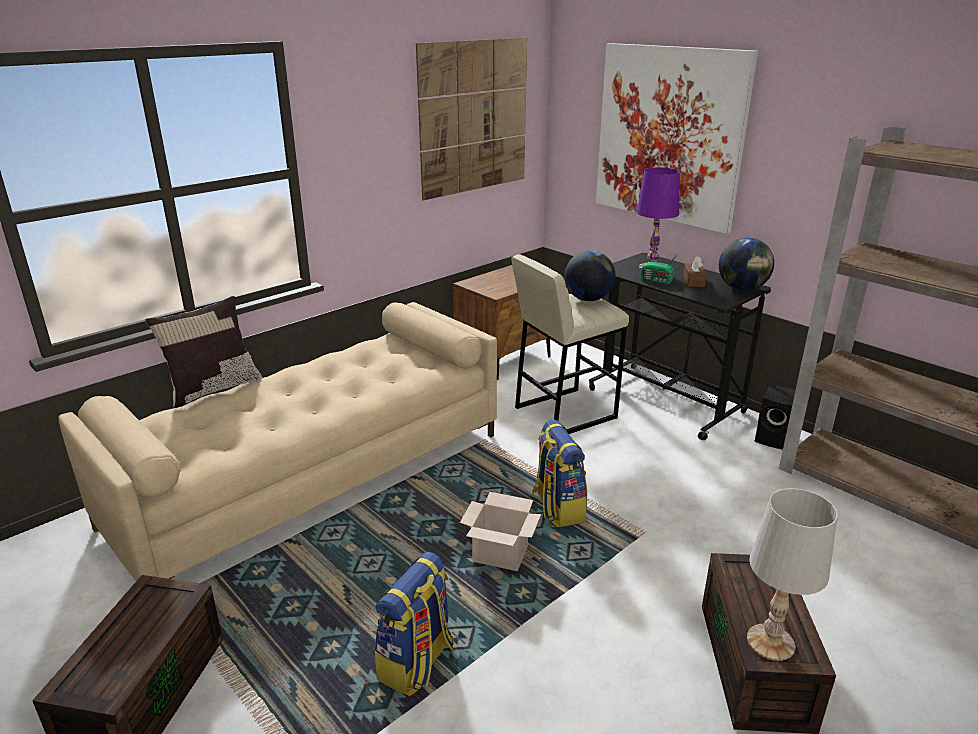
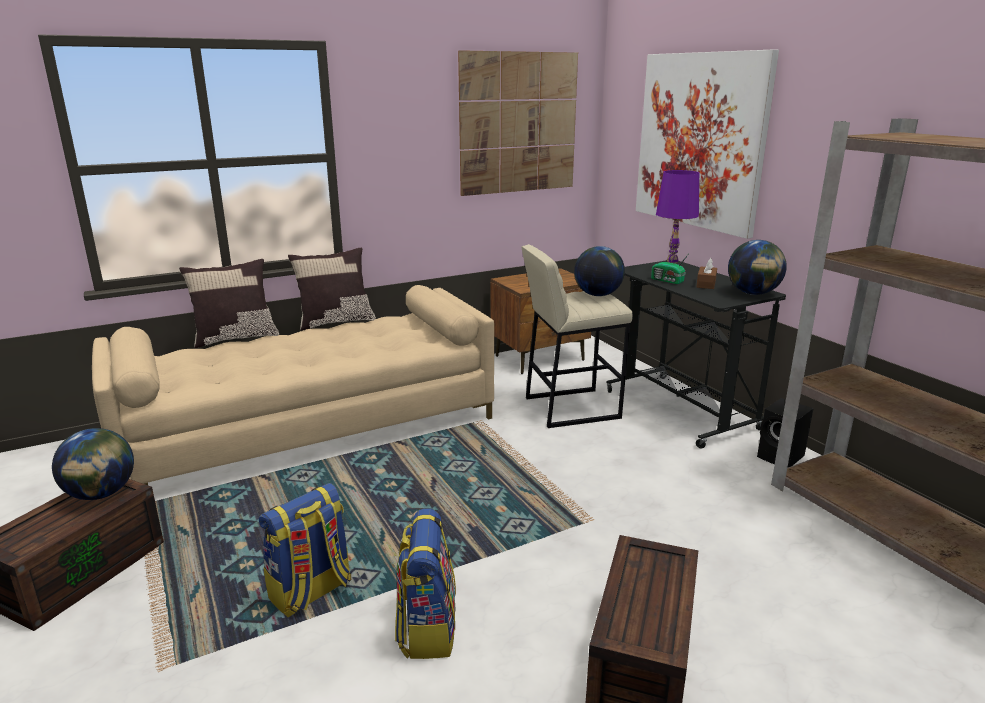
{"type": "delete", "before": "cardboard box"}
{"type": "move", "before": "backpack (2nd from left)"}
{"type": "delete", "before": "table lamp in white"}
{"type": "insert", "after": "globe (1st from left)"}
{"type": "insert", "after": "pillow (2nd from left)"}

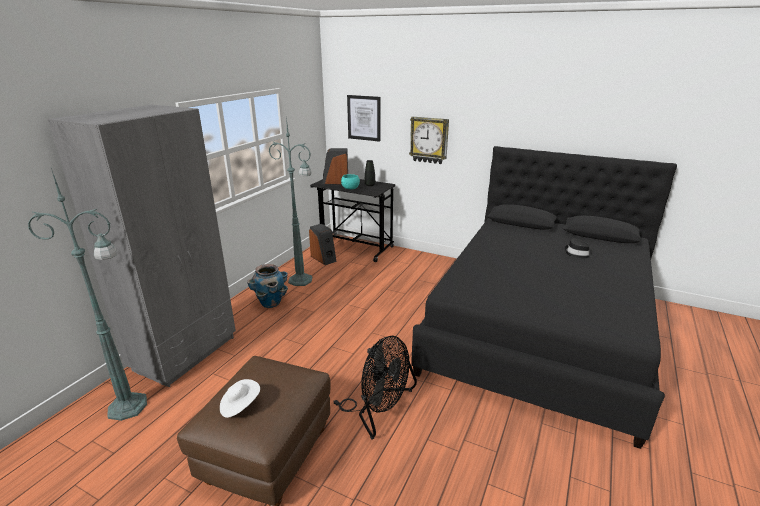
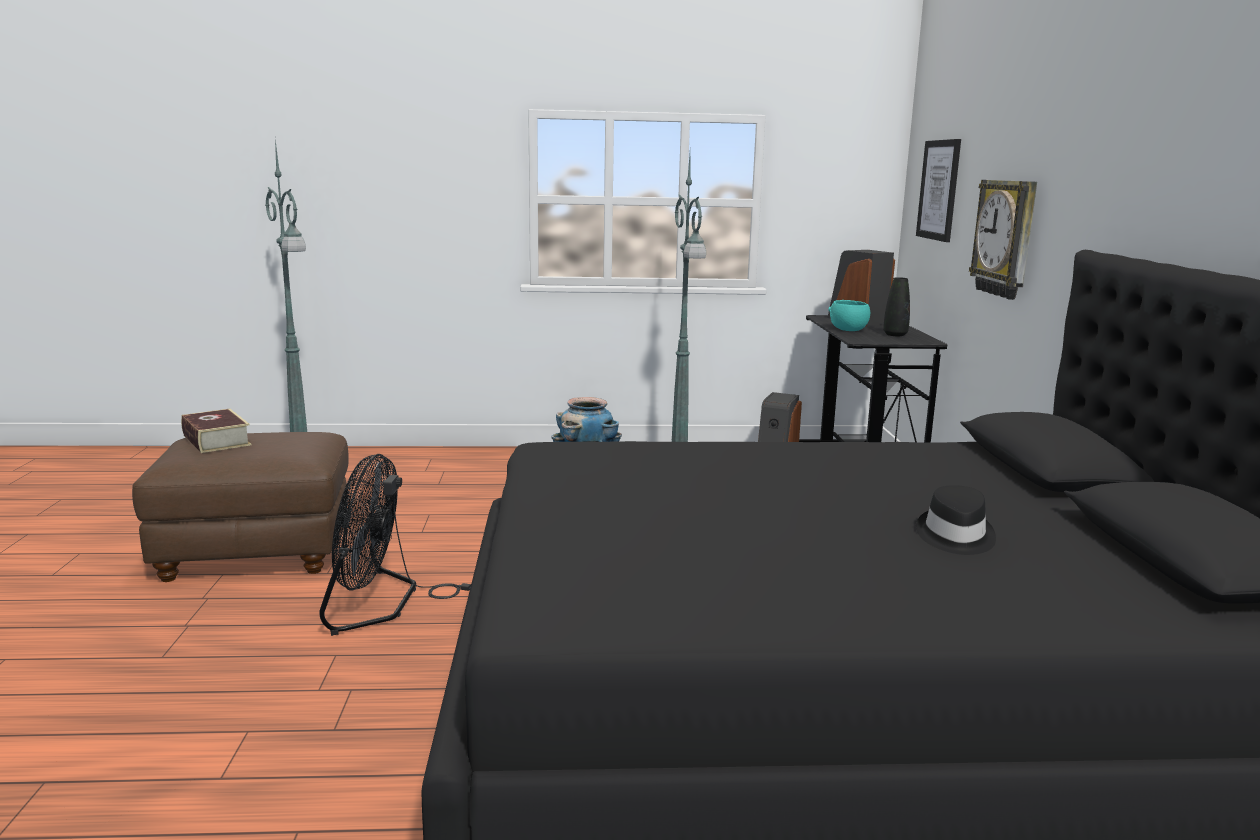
{"type": "delete", "before": "wardrobe in grey"}
{"type": "replace", "before": "hat in white", "after": "book"}
{"type": "rotate", "before": "fan in black", "turn": 90}

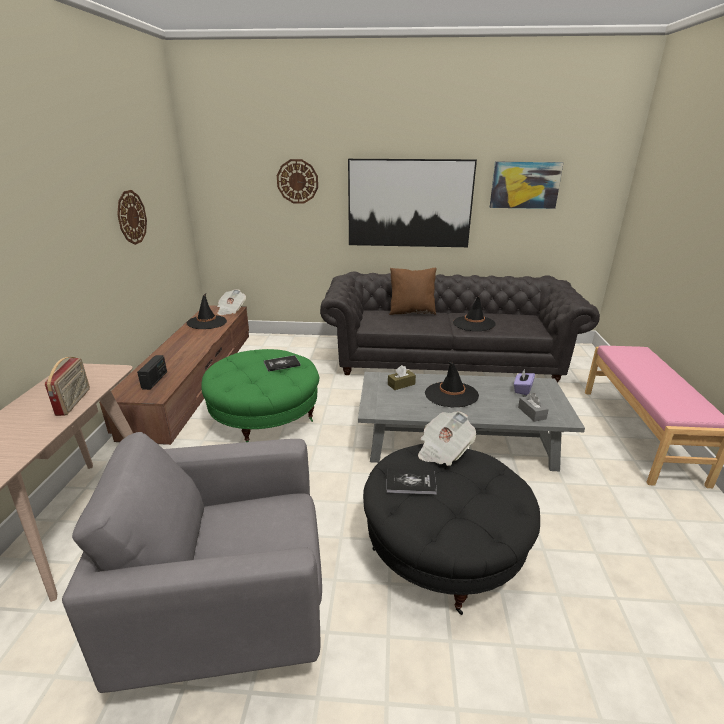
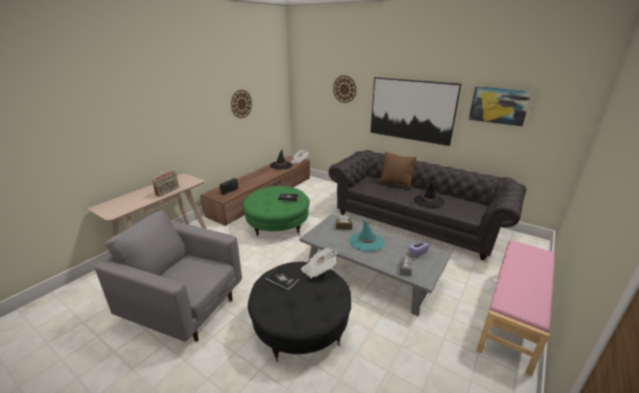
{"type": "recolor", "before": "hat in black (2nd from left)", "after": "hat in turquoise"}

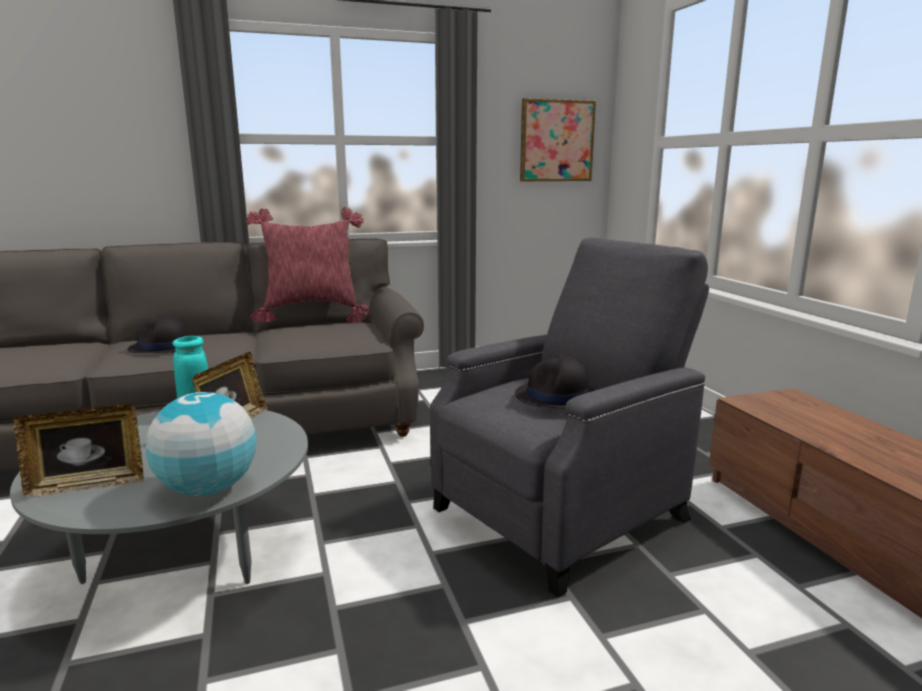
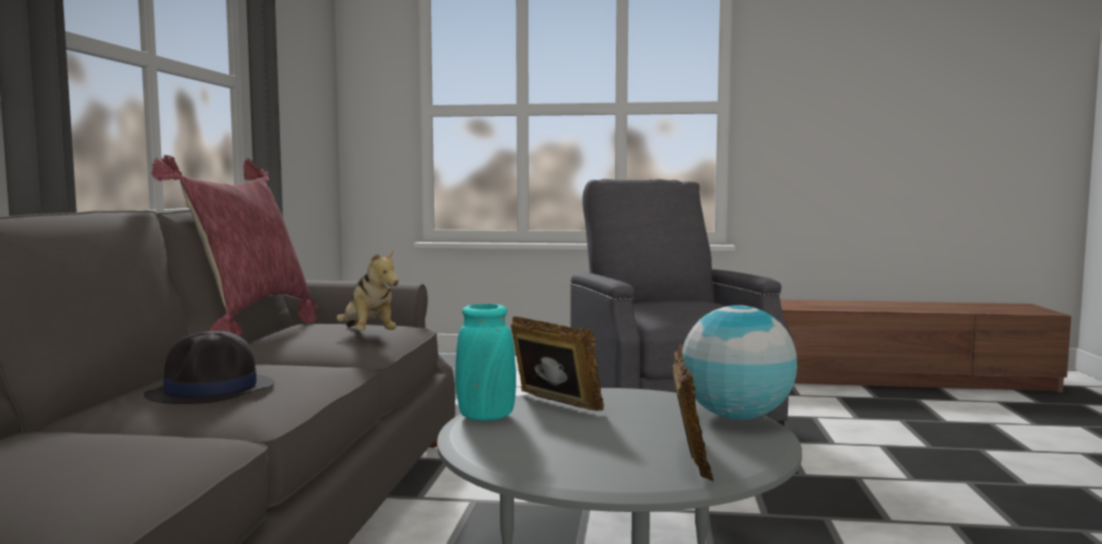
{"type": "delete", "before": "hat in black (2nd from left)"}
{"type": "delete", "before": "picture"}
{"type": "insert", "after": "plush toy"}

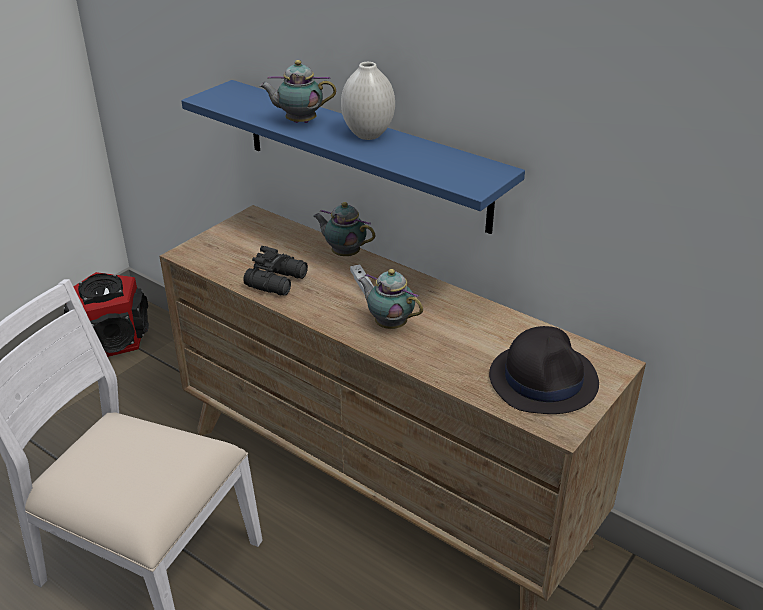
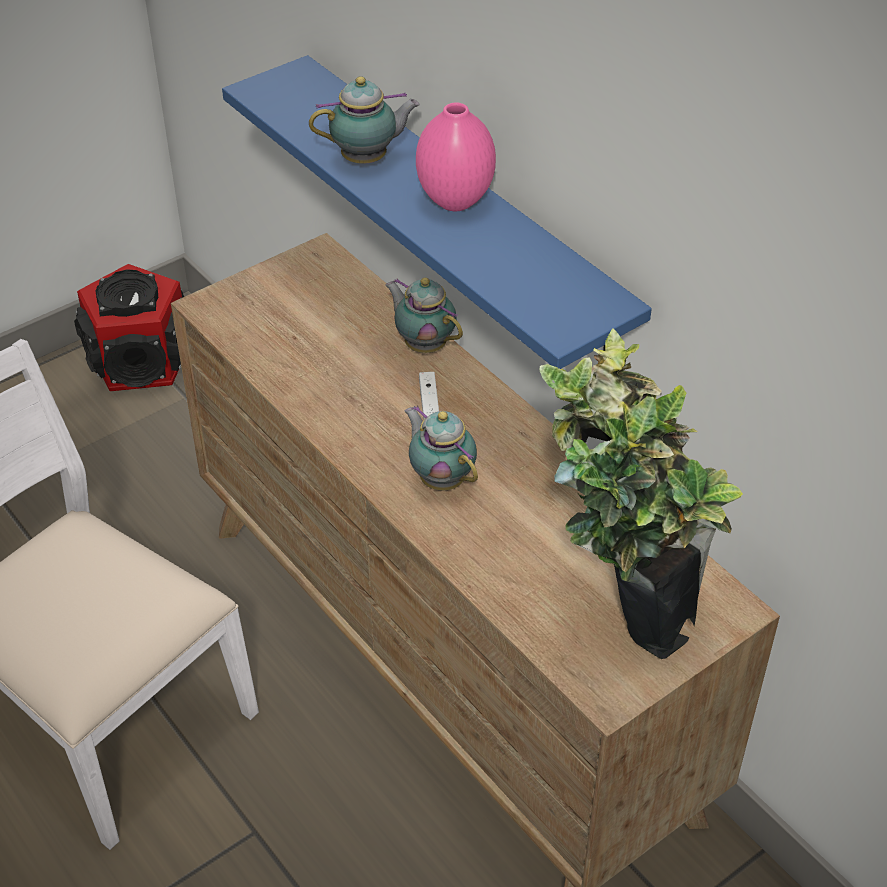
{"type": "delete", "before": "binoculars in black"}
{"type": "rotate", "before": "teapot (1st from left)", "turn": 150}
{"type": "recolor", "before": "vase in white", "after": "vase in pink"}
{"type": "replace", "before": "hat in black", "after": "potted plant"}

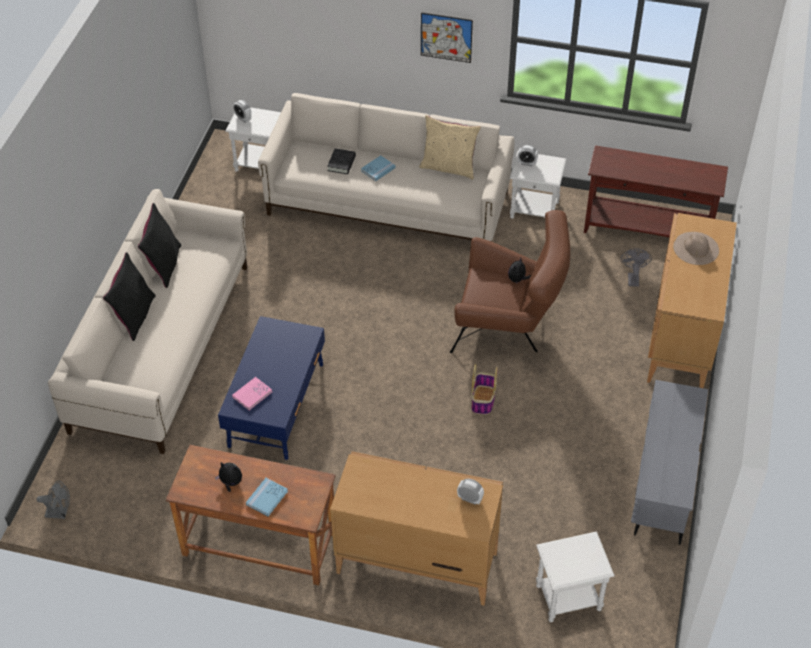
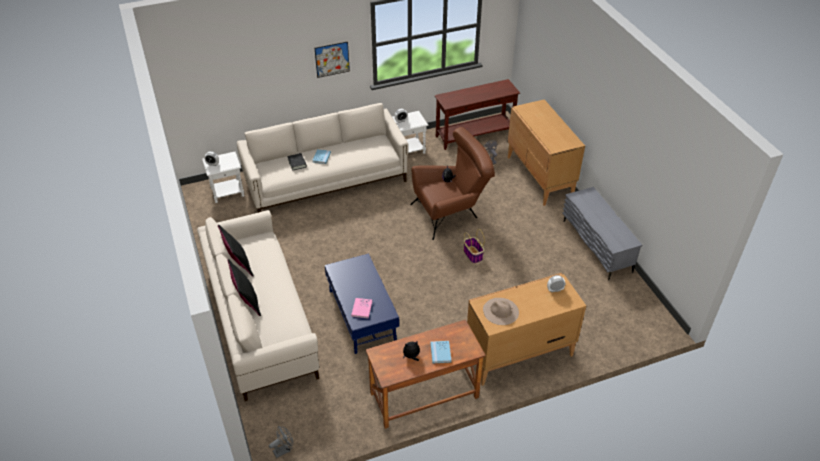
{"type": "delete", "before": "pillow in beige"}
{"type": "delete", "before": "side table in white (3rd from left)"}
{"type": "move", "before": "hat in beige"}

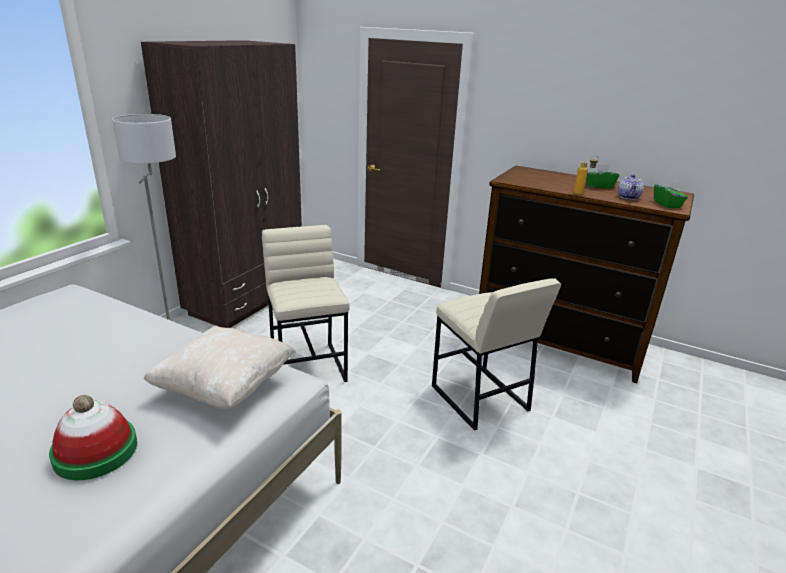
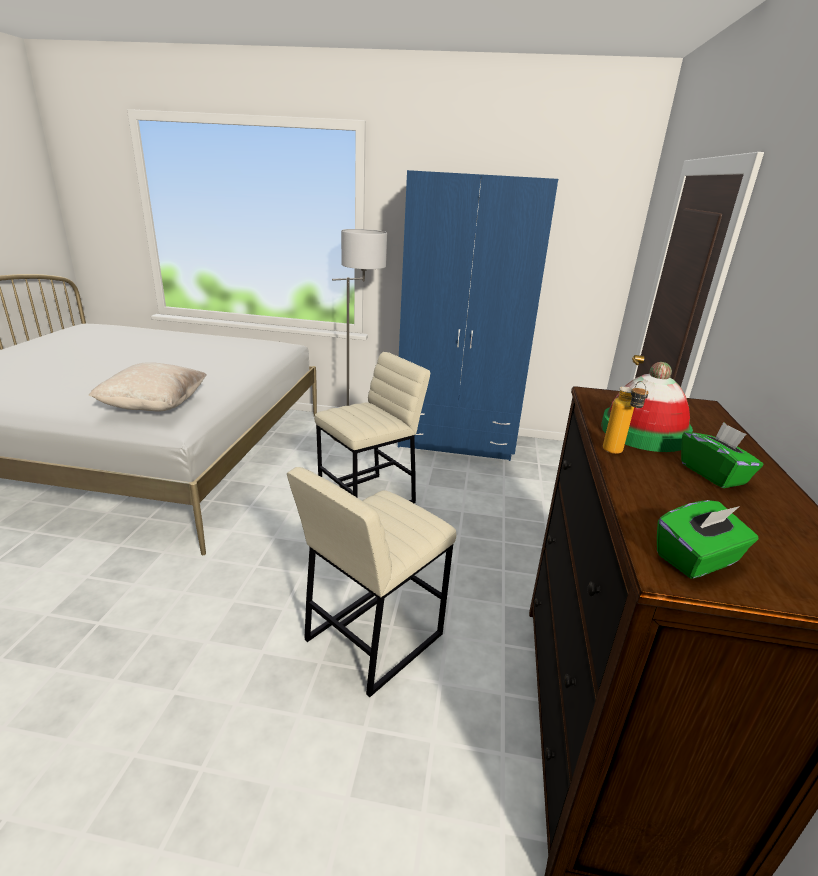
{"type": "move", "before": "hat"}
{"type": "recolor", "before": "wardrobe in brown", "after": "wardrobe in blue"}
{"type": "delete", "before": "teapot"}

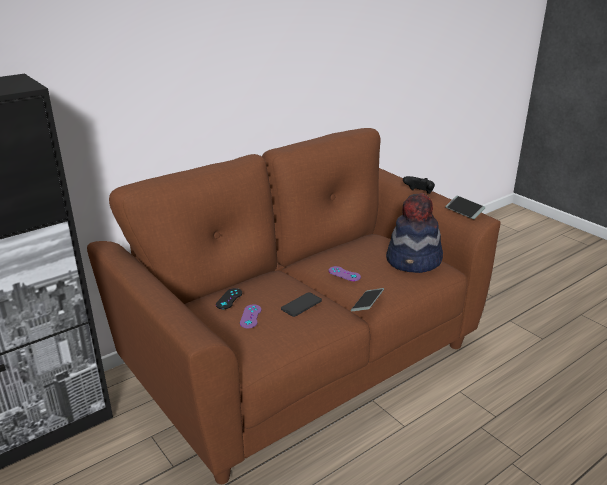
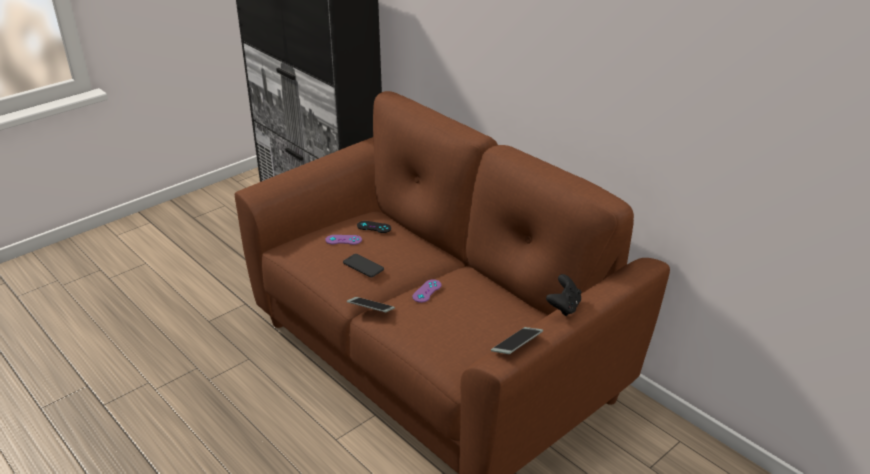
{"type": "delete", "before": "hat"}

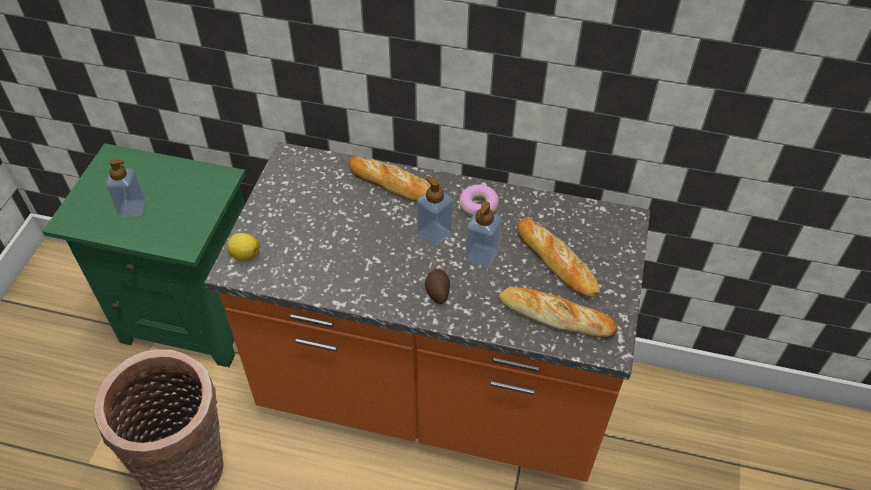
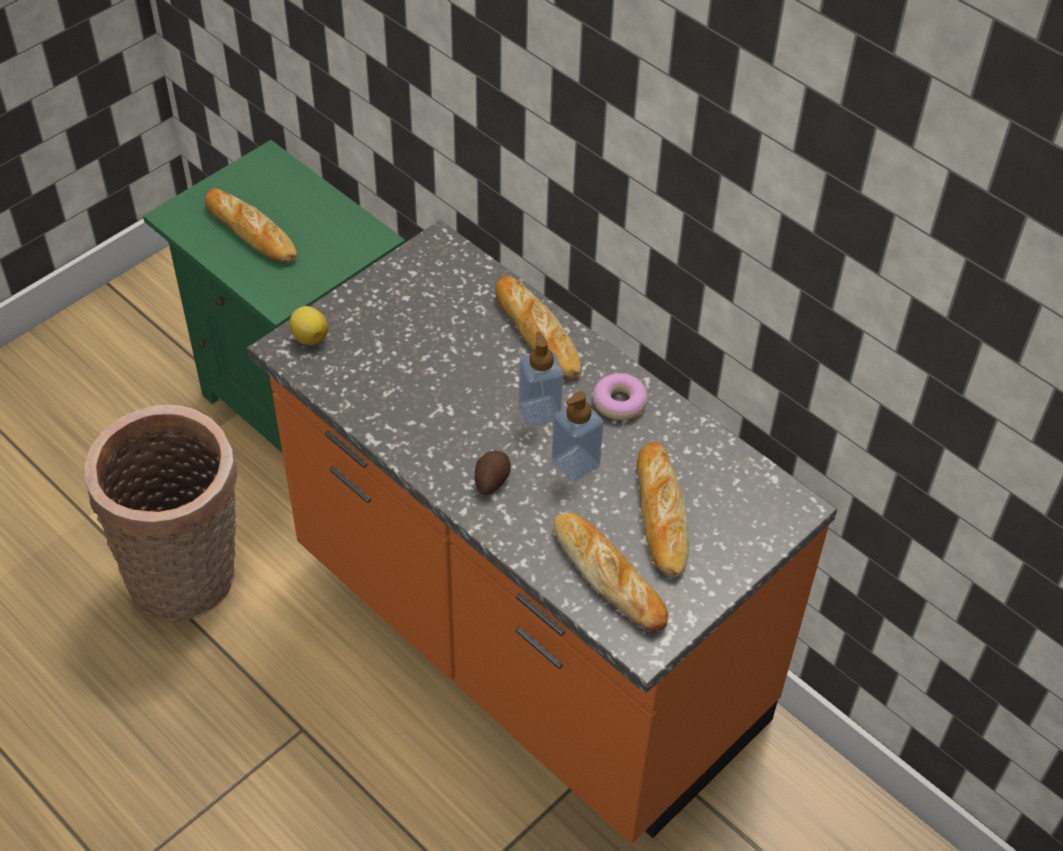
{"type": "replace", "before": "soap dispenser (1st from left)", "after": "bread (1st from left)"}

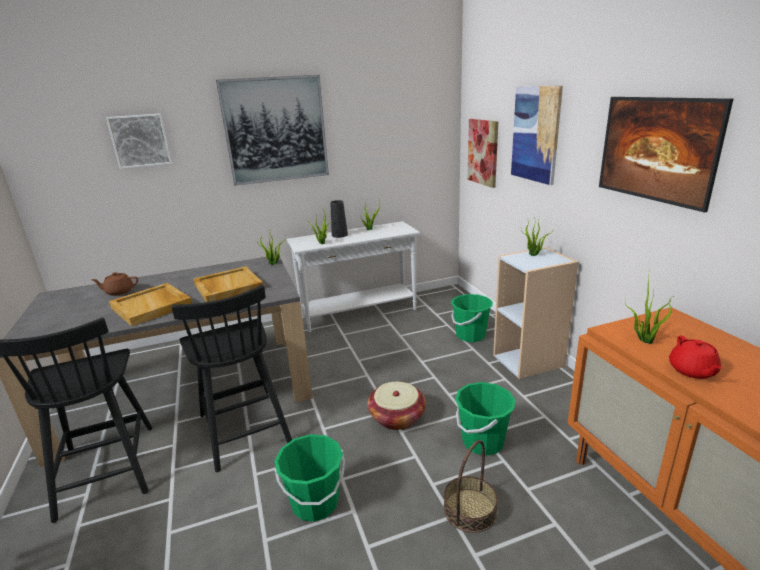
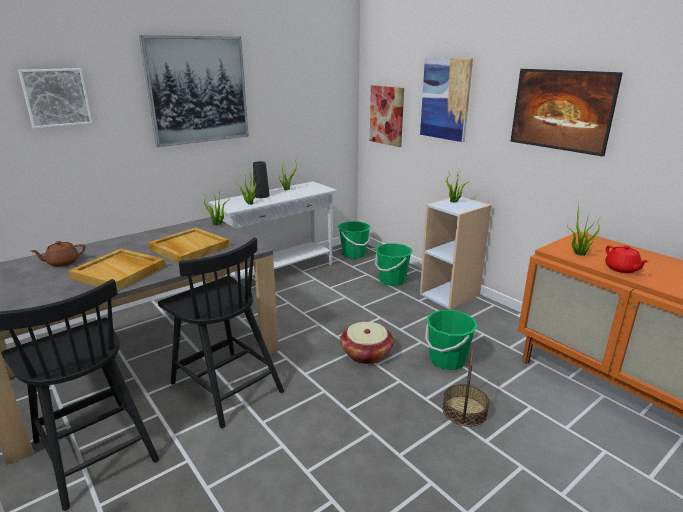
{"type": "move", "before": "bucket in green (1st from left)"}

